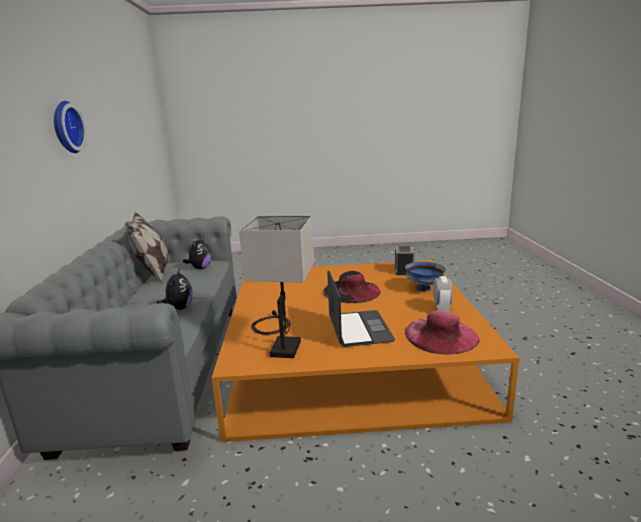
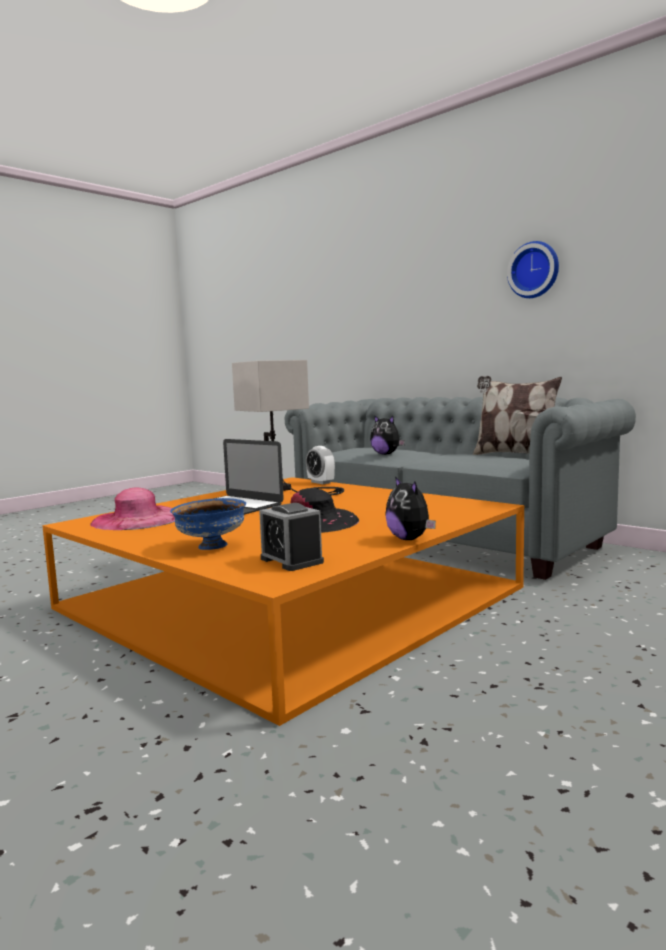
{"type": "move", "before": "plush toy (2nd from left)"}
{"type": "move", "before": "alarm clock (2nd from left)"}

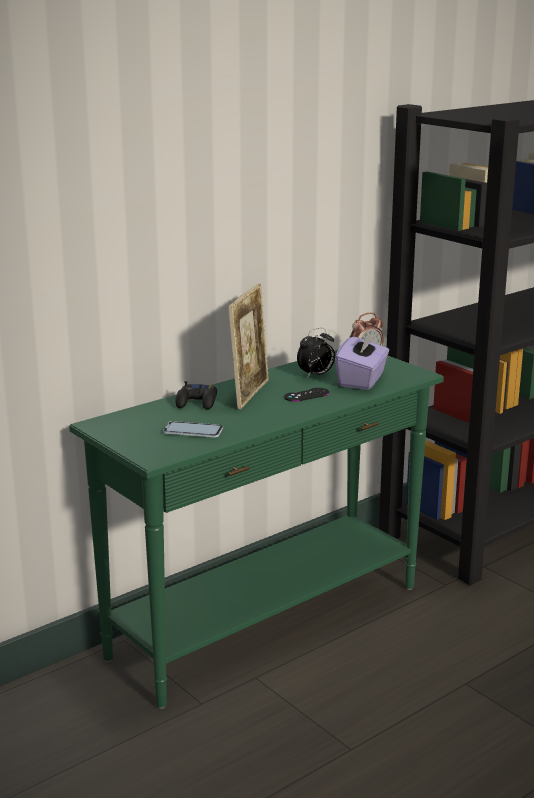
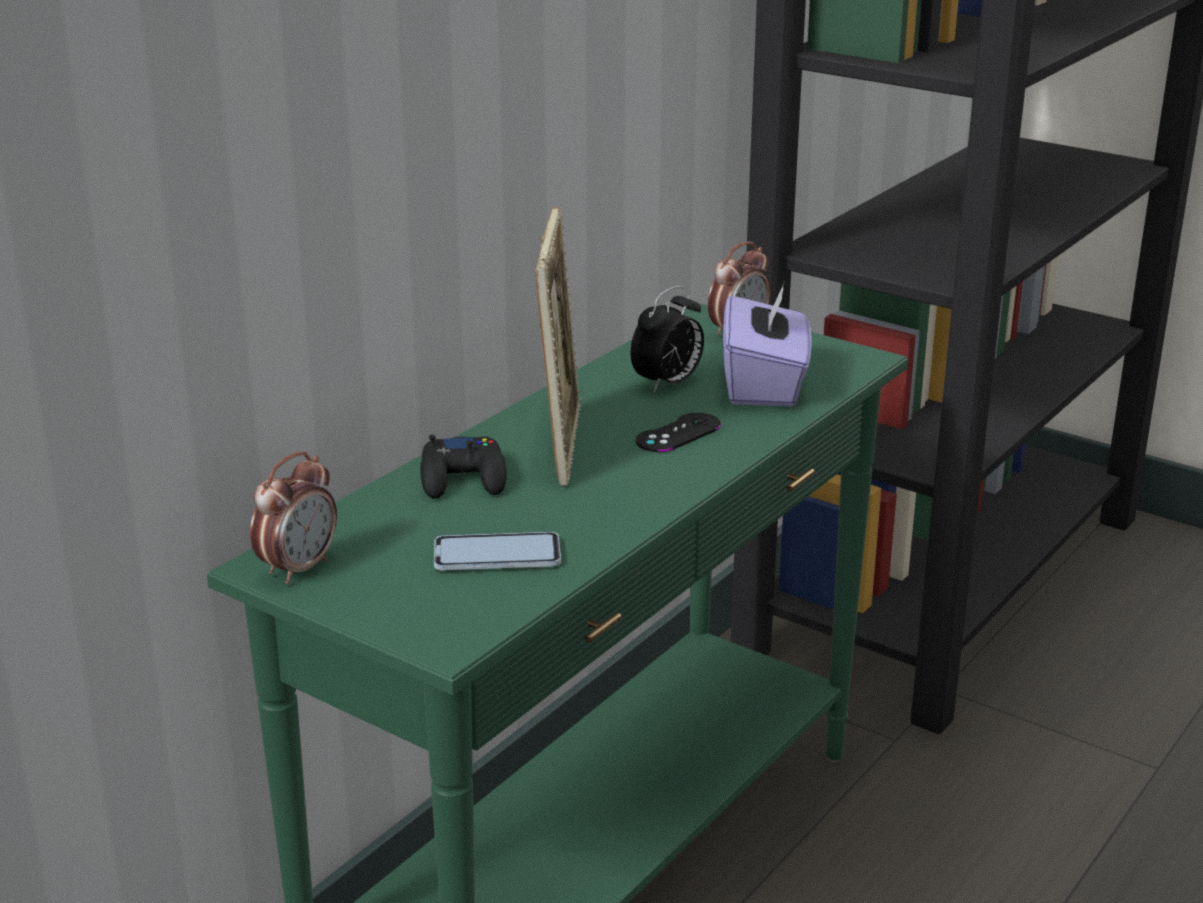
{"type": "insert", "after": "alarm clock (1st from left)"}

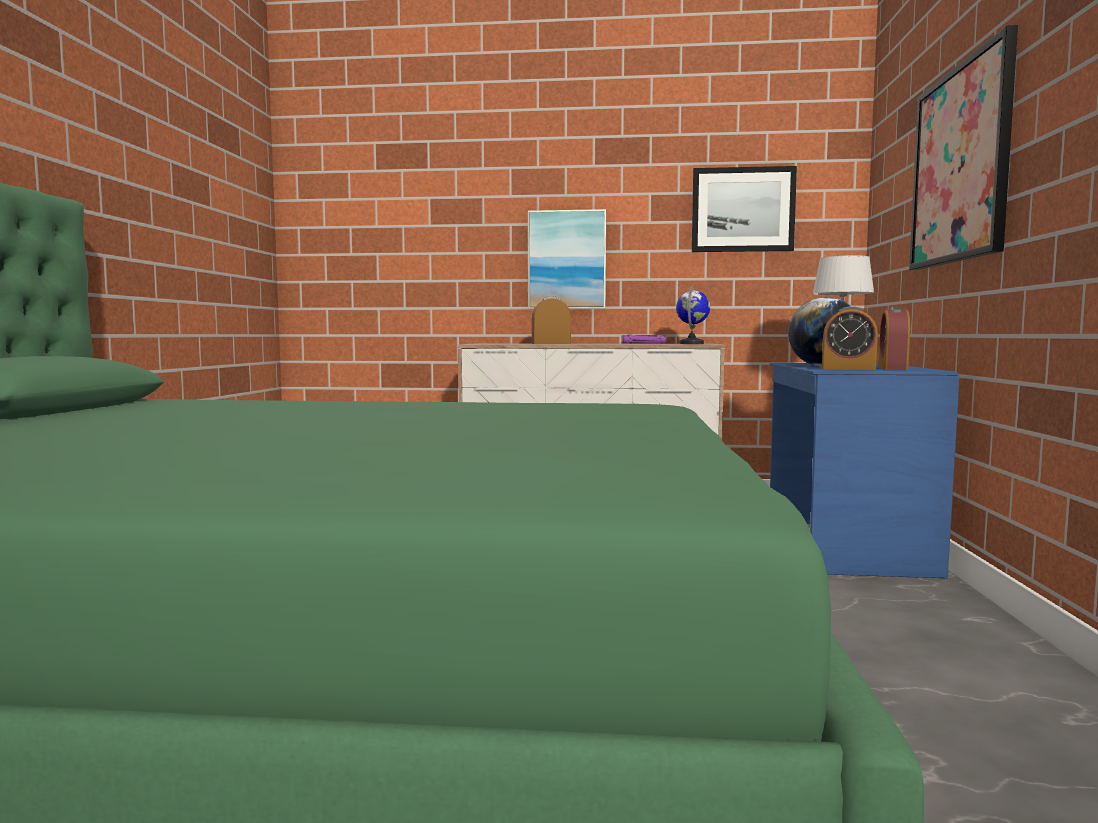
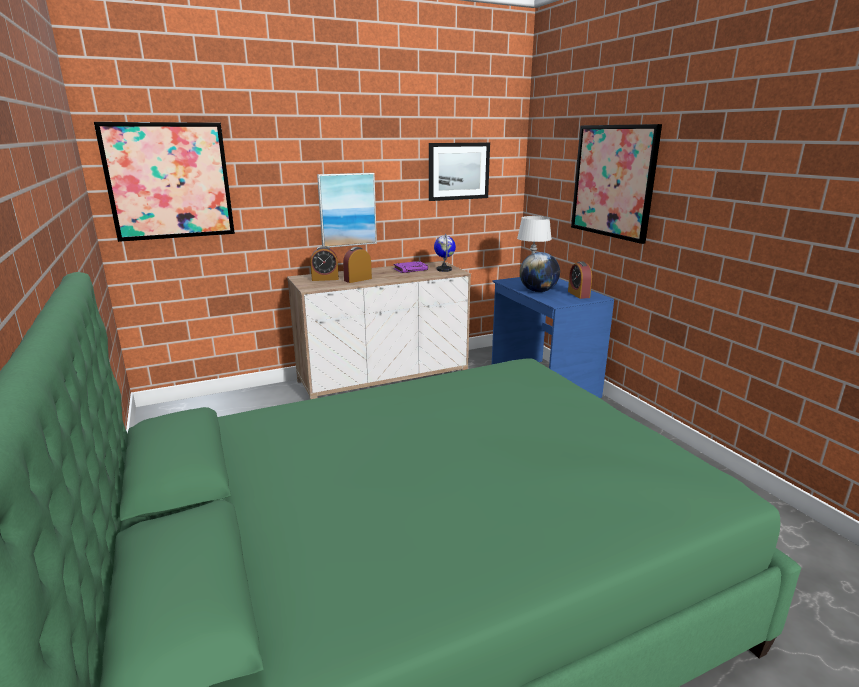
{"type": "move", "before": "alarm clock (2nd from left in the first image)", "after": "alarm clock (1st from left)"}
{"type": "insert", "after": "picture (1st from left)"}

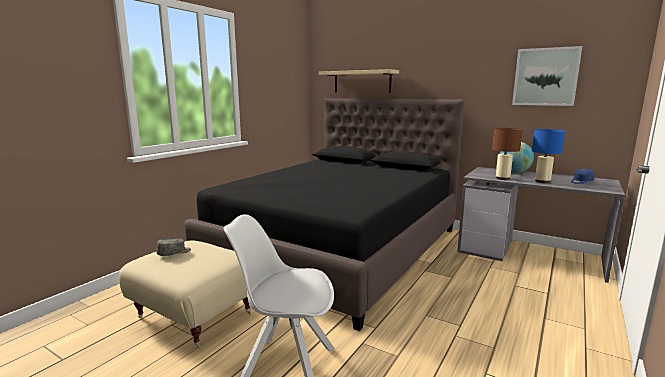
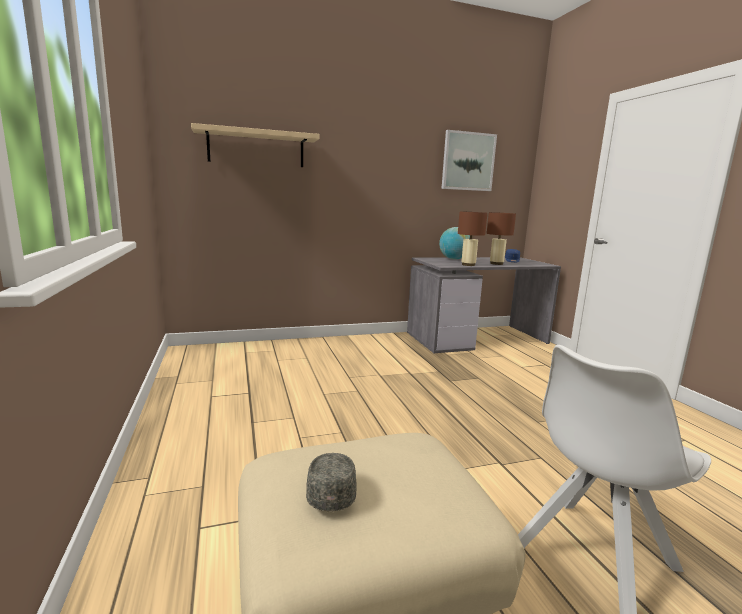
{"type": "delete", "before": "bed in black"}
{"type": "recolor", "before": "table lamp in blue", "after": "table lamp in brown (2nd from left)"}

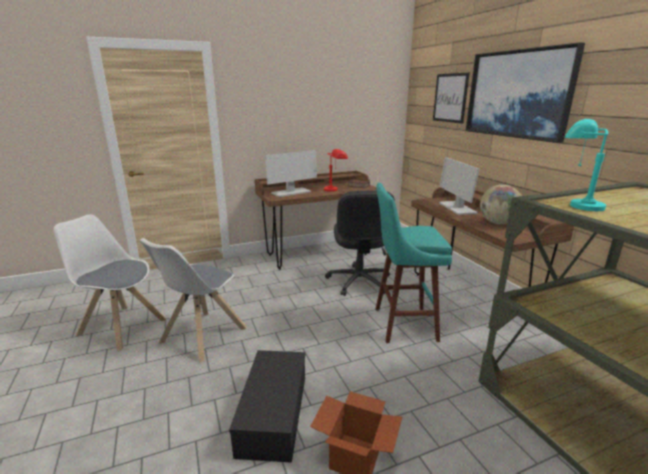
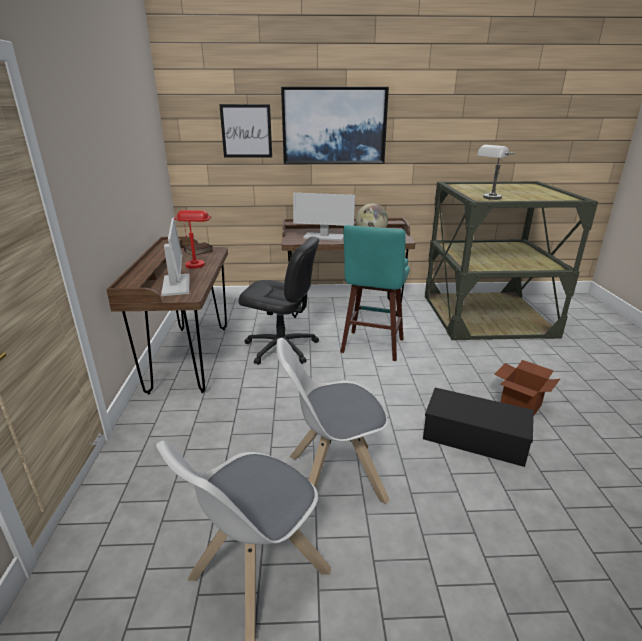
{"type": "rotate", "before": "chair (2nd from left)", "turn": 120}
{"type": "recolor", "before": "table lamp in turquoise", "after": "table lamp in grey"}

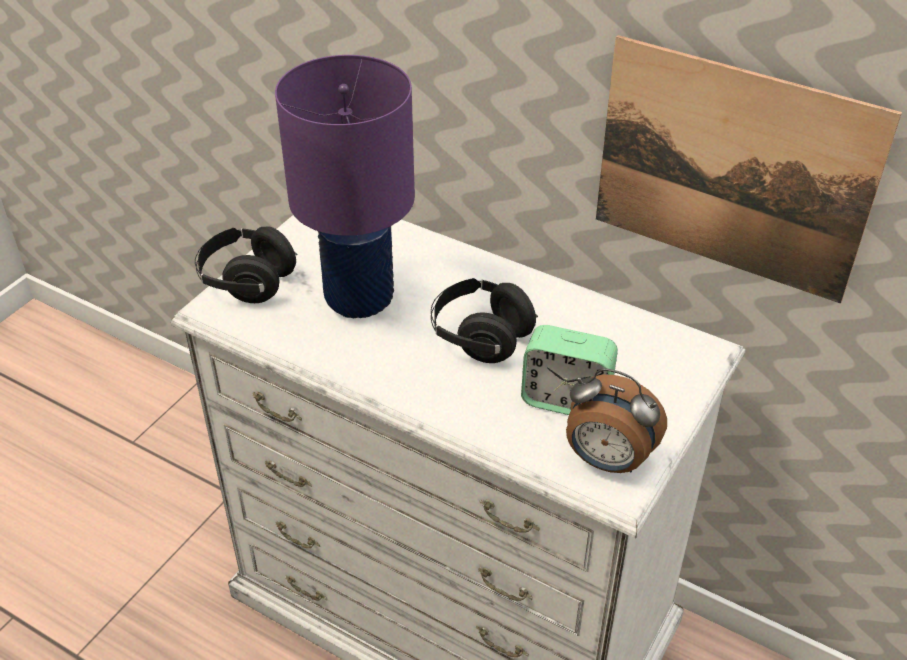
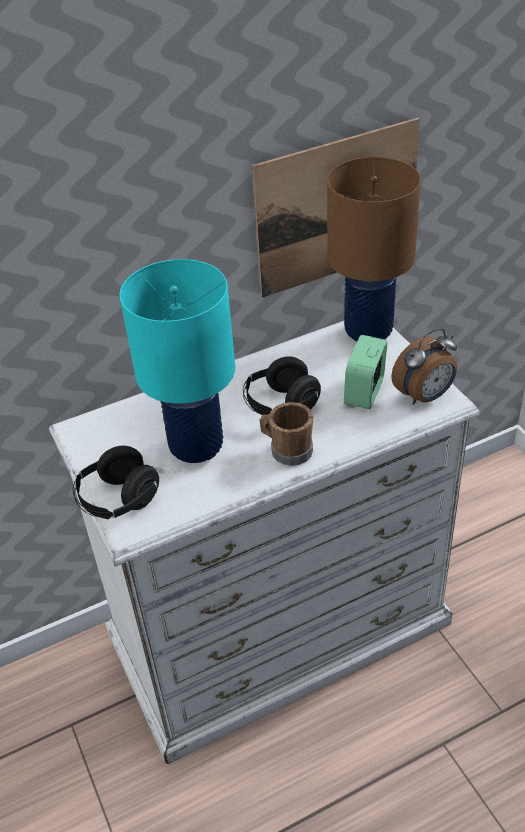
{"type": "recolor", "before": "table lamp in purple", "after": "table lamp in turquoise"}
{"type": "rotate", "before": "alarm clock (1st from left)", "turn": 150}
{"type": "insert", "after": "mug in brown"}
{"type": "insert", "after": "table lamp in brown"}

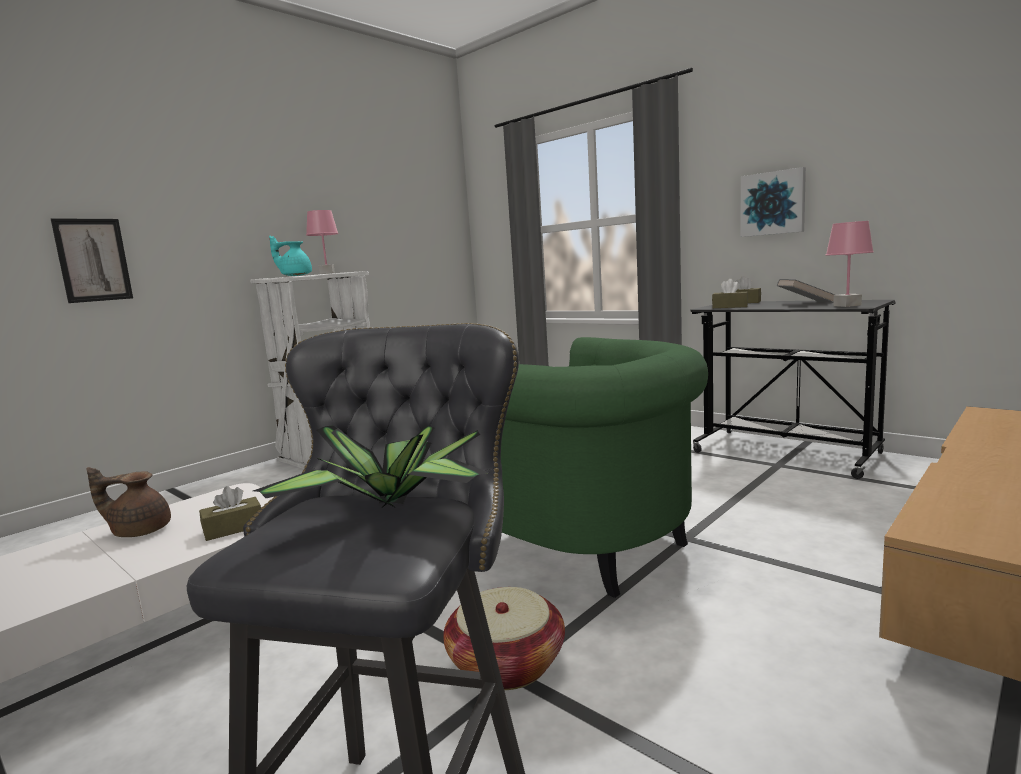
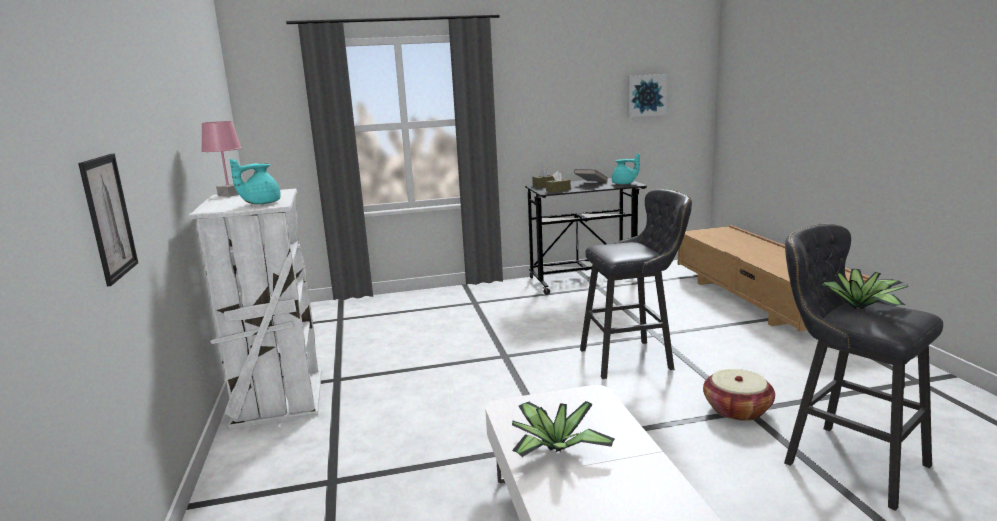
{"type": "replace", "before": "teapot in brown", "after": "potted plant (1st from left)"}
{"type": "delete", "before": "tissue box in brown (1st from left)"}
{"type": "replace", "before": "armchair in green", "after": "stool in black (1st from left)"}
{"type": "move", "before": "picture (2nd from left)"}
{"type": "replace", "before": "table lamp in pink (2nd from left)", "after": "teapot in turquoise (2nd from left)"}

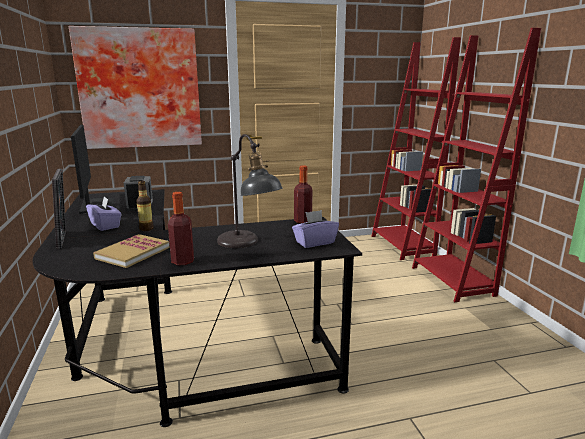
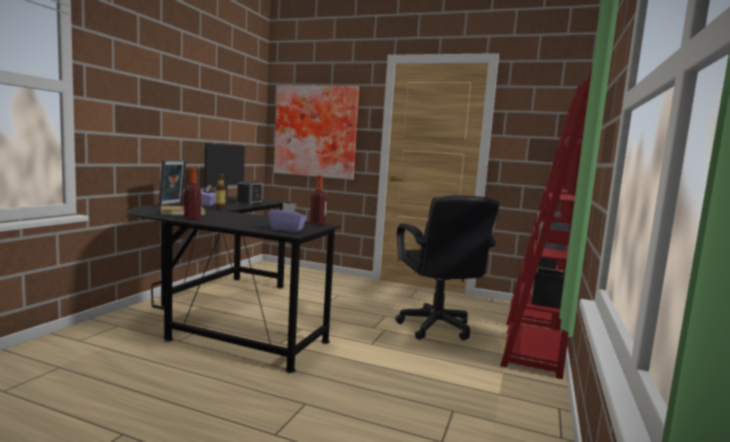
{"type": "delete", "before": "table lamp in grey"}
{"type": "insert", "after": "office chair in black"}

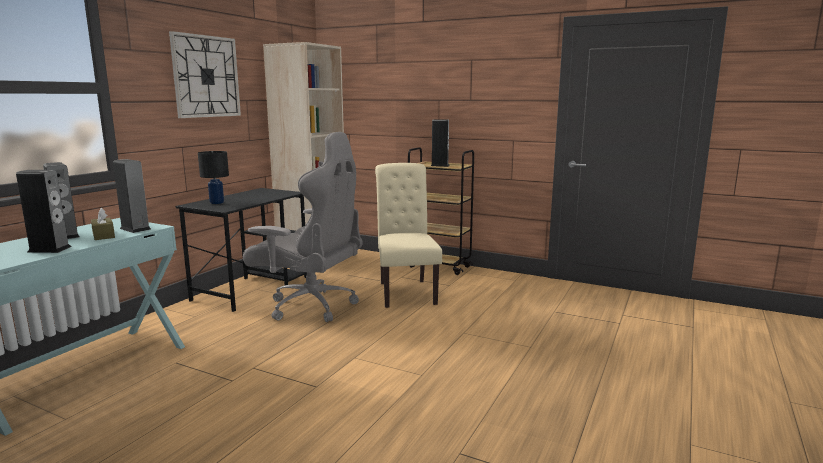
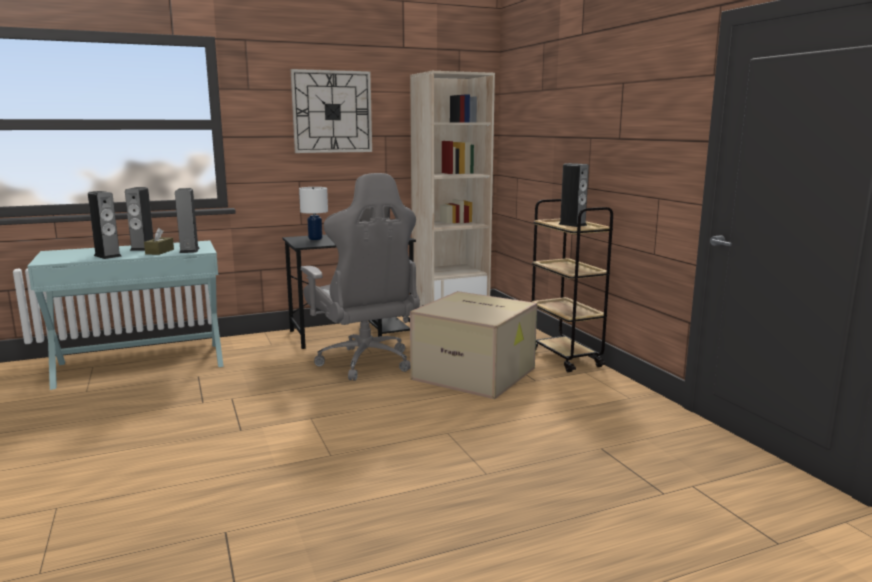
{"type": "recolor", "before": "table lamp in black", "after": "table lamp in white"}
{"type": "replace", "before": "chair in beige", "after": "cardboard box"}

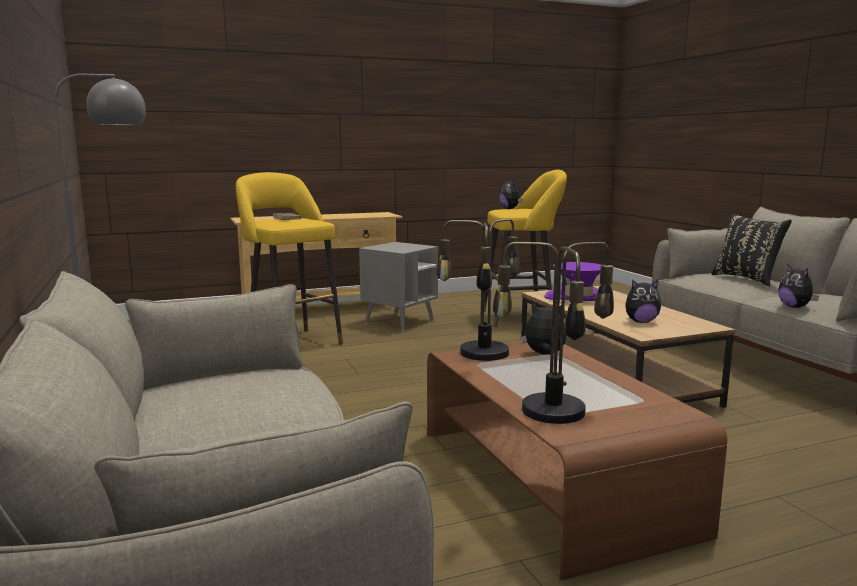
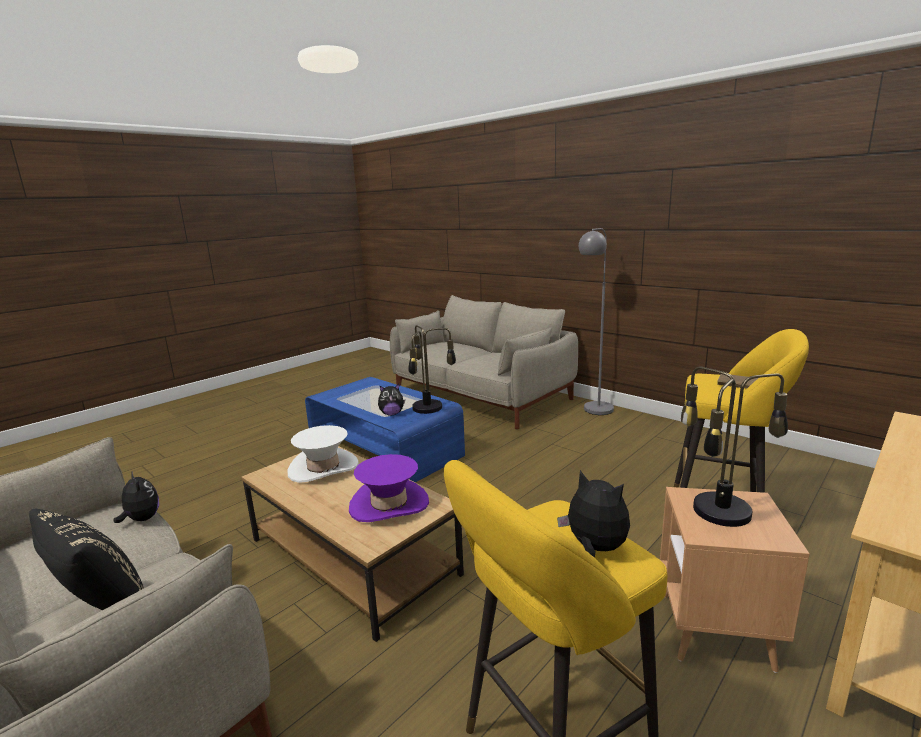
{"type": "recolor", "before": "side table in grey", "after": "side table in brown"}
{"type": "recolor", "before": "coffee table in brown (1st from left)", "after": "coffee table in blue"}
{"type": "move", "before": "table lamp (2nd from left)"}
{"type": "replace", "before": "plush toy (3rd from left)", "after": "hat in white"}

